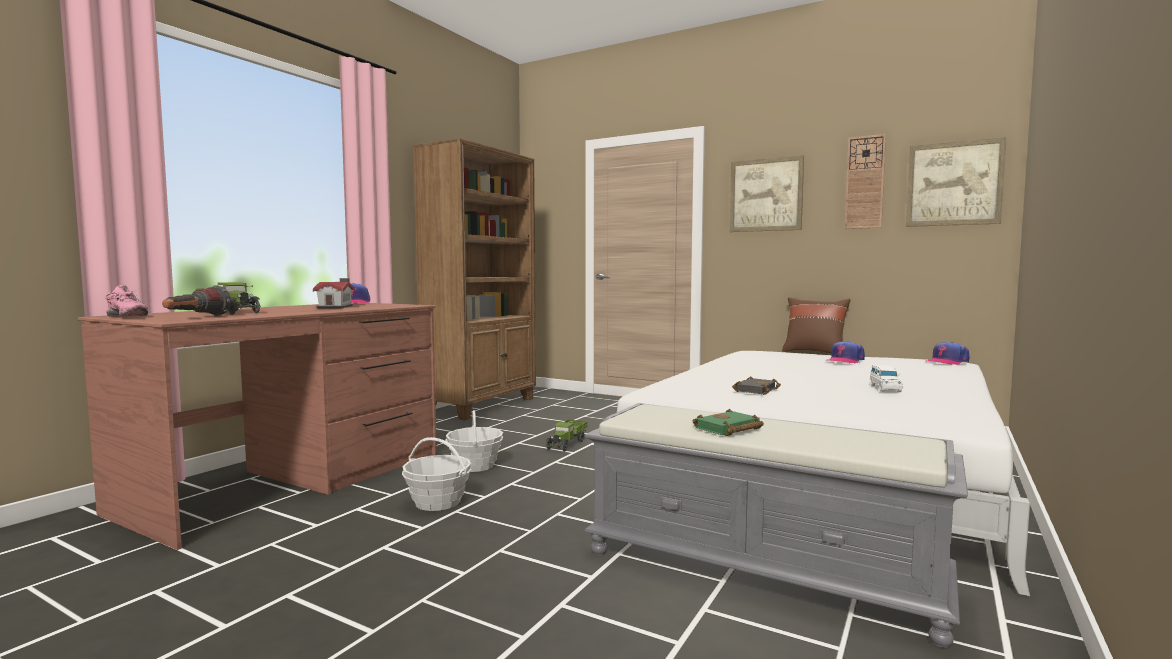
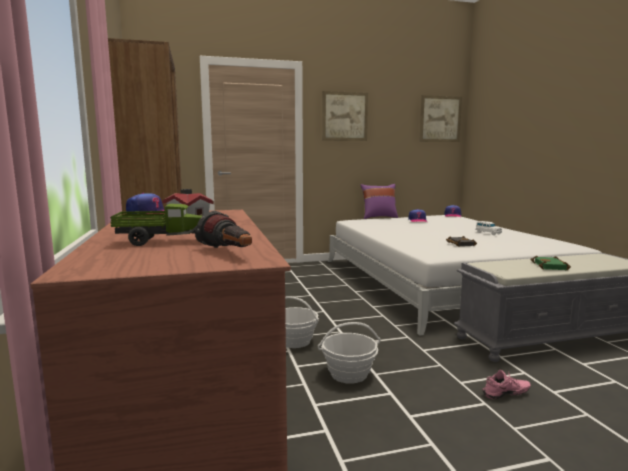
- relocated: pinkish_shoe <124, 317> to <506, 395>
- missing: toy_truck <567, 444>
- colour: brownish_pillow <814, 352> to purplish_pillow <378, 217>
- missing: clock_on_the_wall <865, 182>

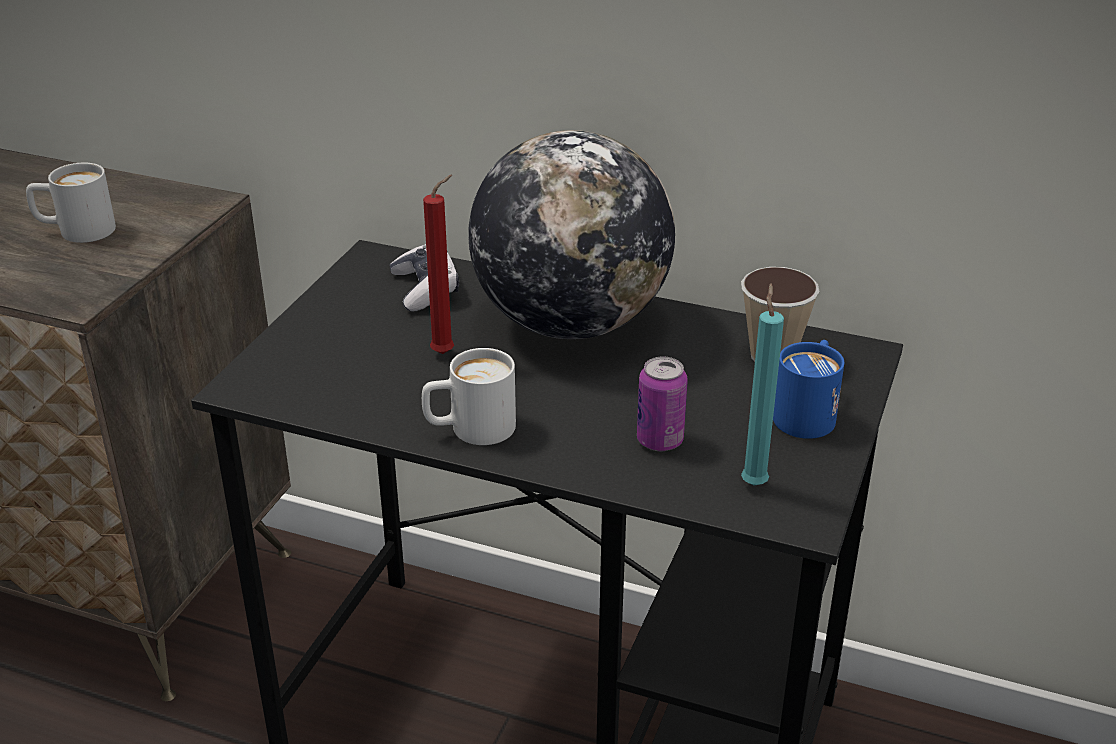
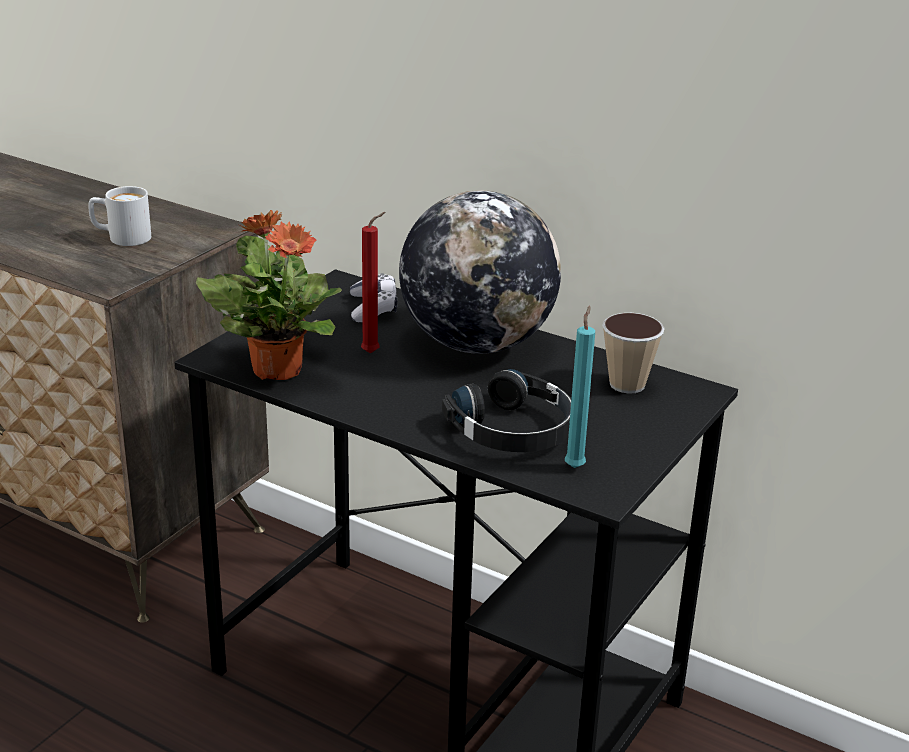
- missing: whitish_mug <469, 429>
- exchanged: sealed_can <660, 440> to black-coloured_pair_of_headphones <514, 430>
- missing: blue-coloured_mug <807, 412>
- appeared: potted_plant <276, 369>

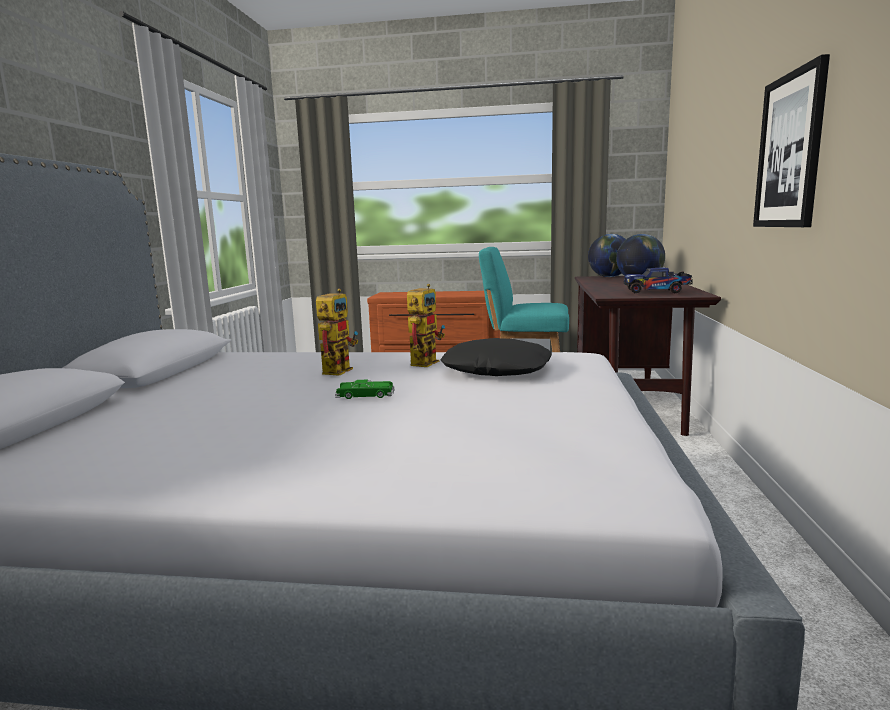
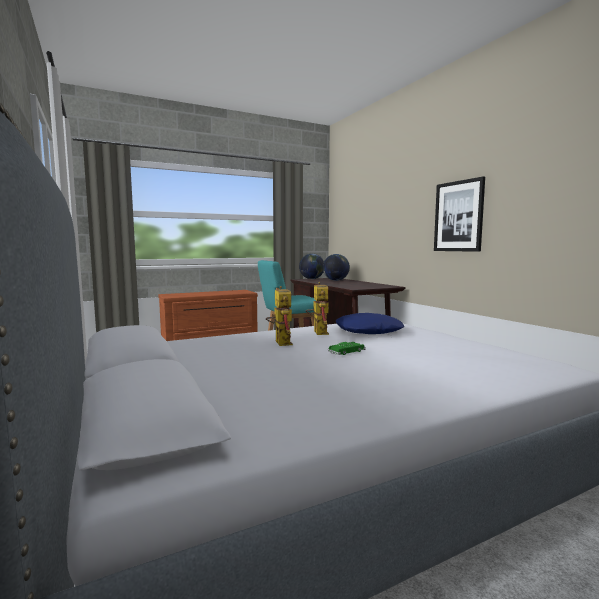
- colour: black-coloured_pillow <497, 369> to blue-coloured_pillow <368, 331>
- missing: toy_truck <657, 292>

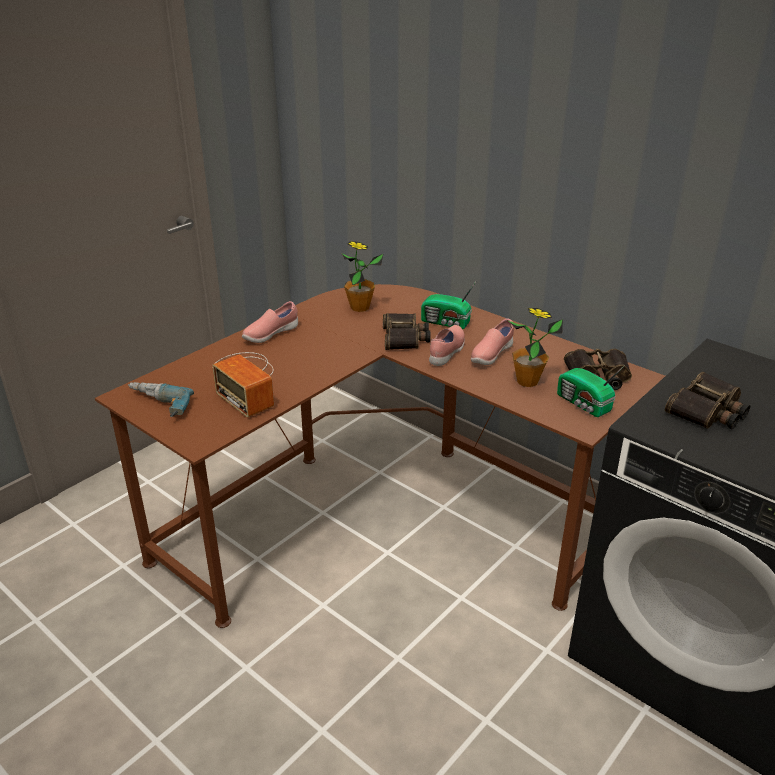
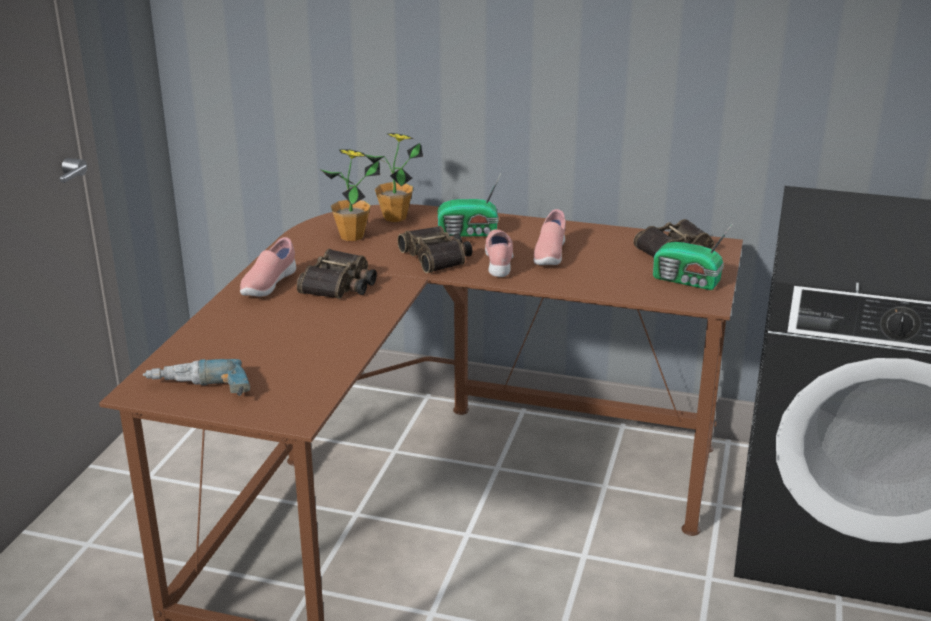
- missing: radio <246, 381>
- relocated: potted_plant <527, 381> to <395, 217>
- relocated: field_glasses <708, 411> to <340, 284>

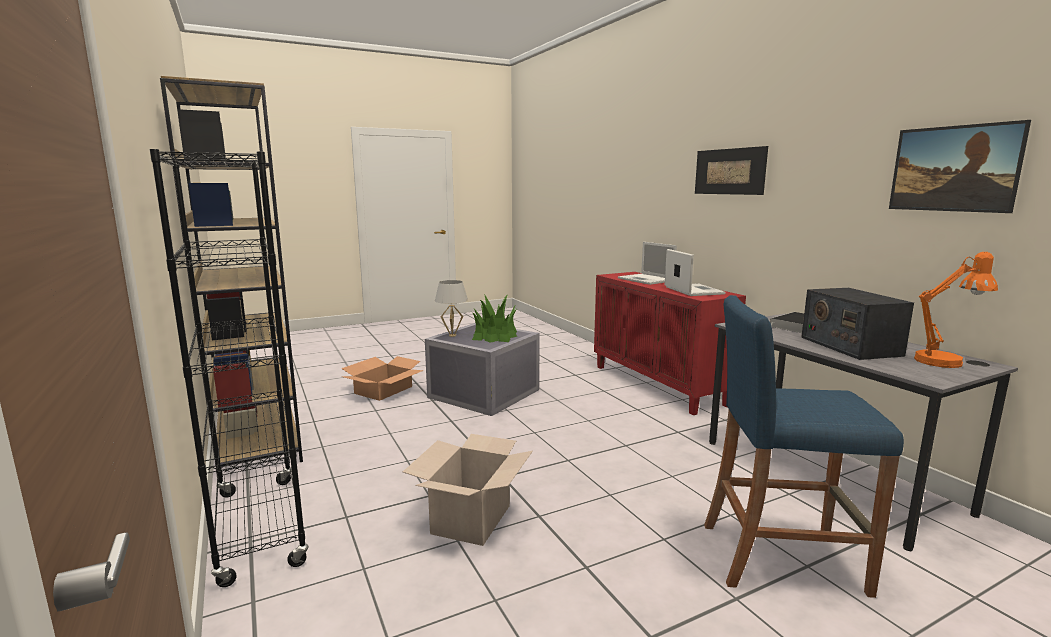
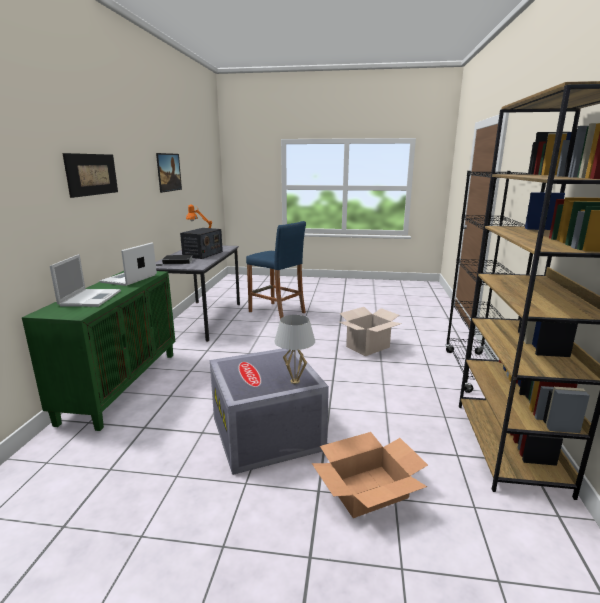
- missing: potted_plant <495, 336>
- colour: reddish_storage_cabinet <658, 385> to greenish_storage_cabinet <121, 385>

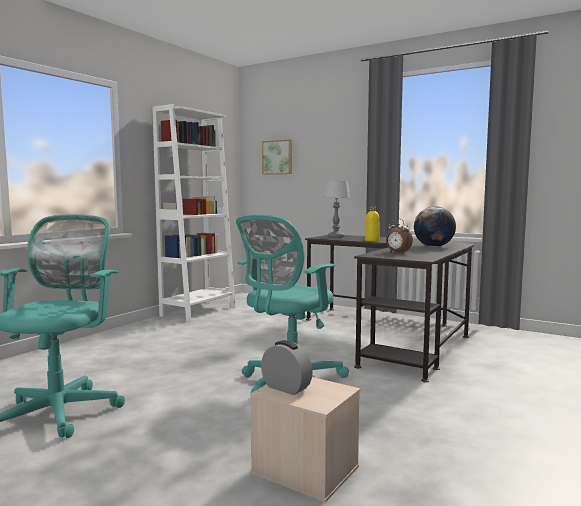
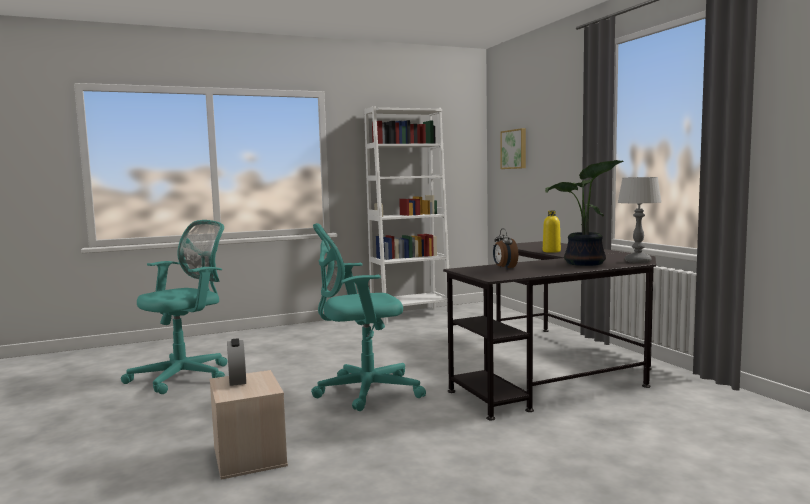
- relocated: table_lamp <335, 237> to <637, 261>
- exchanged: desk_globe <433, 246> to potted_plant <584, 263>

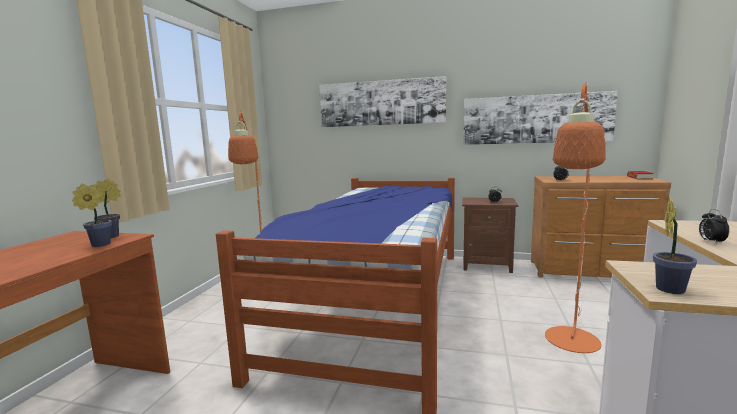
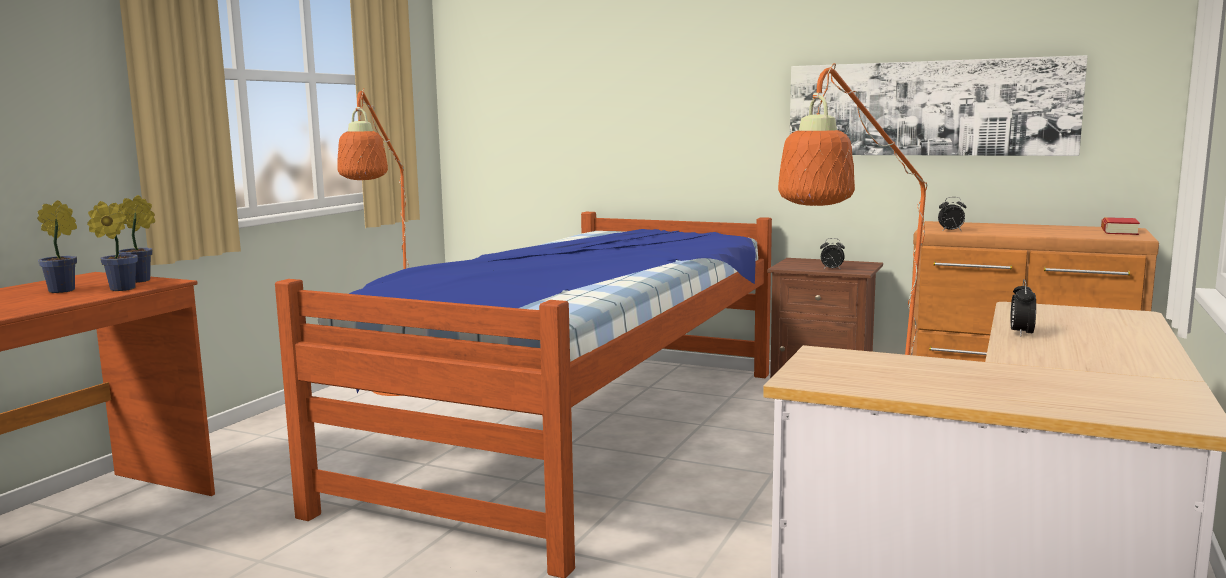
- missing: wall_picture <381, 103>
- relocated: potted_plant <669, 288> to <65, 290>

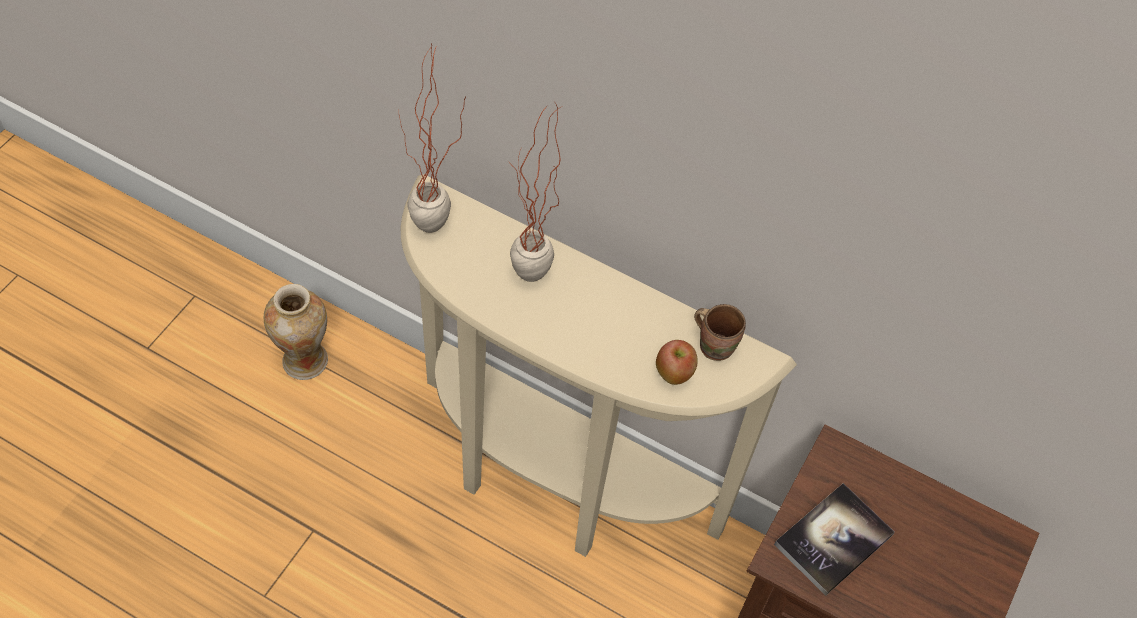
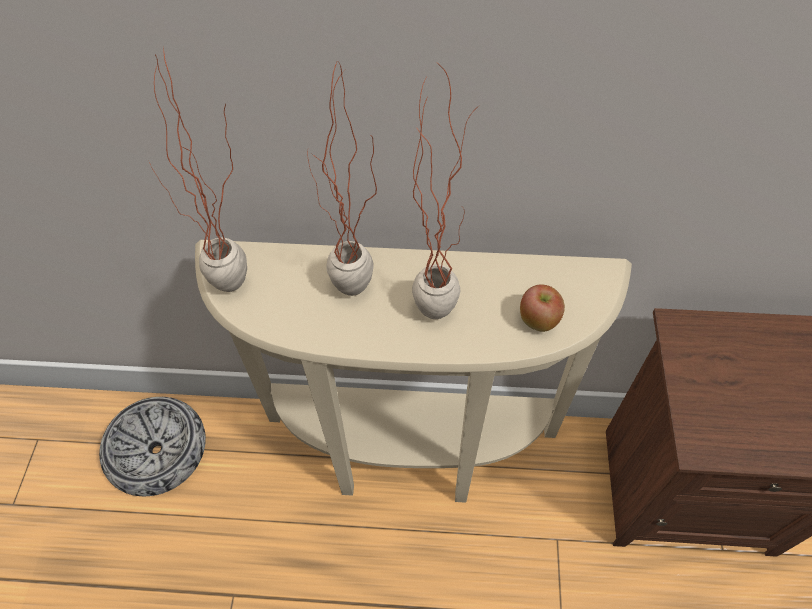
- exchanged: decorative_vase <304, 361> to serving_bowl <158, 451>
- missing: brownish_mug <715, 344>
- missing: bound_book <833, 540>
- appeared: potted_plant <437, 298>

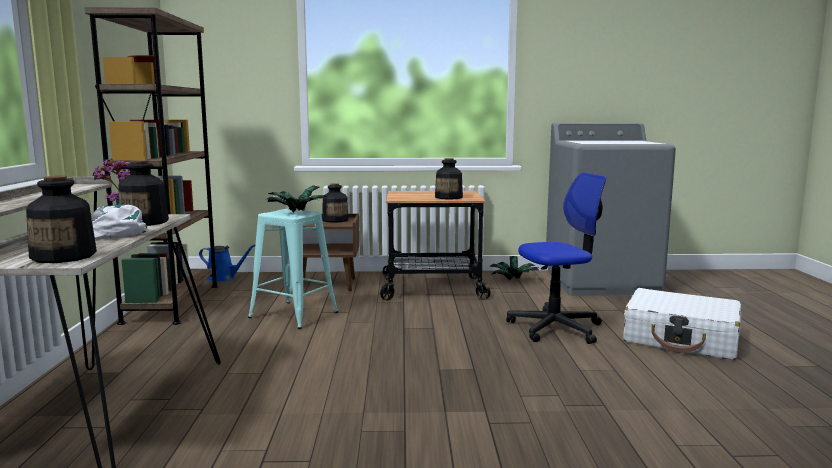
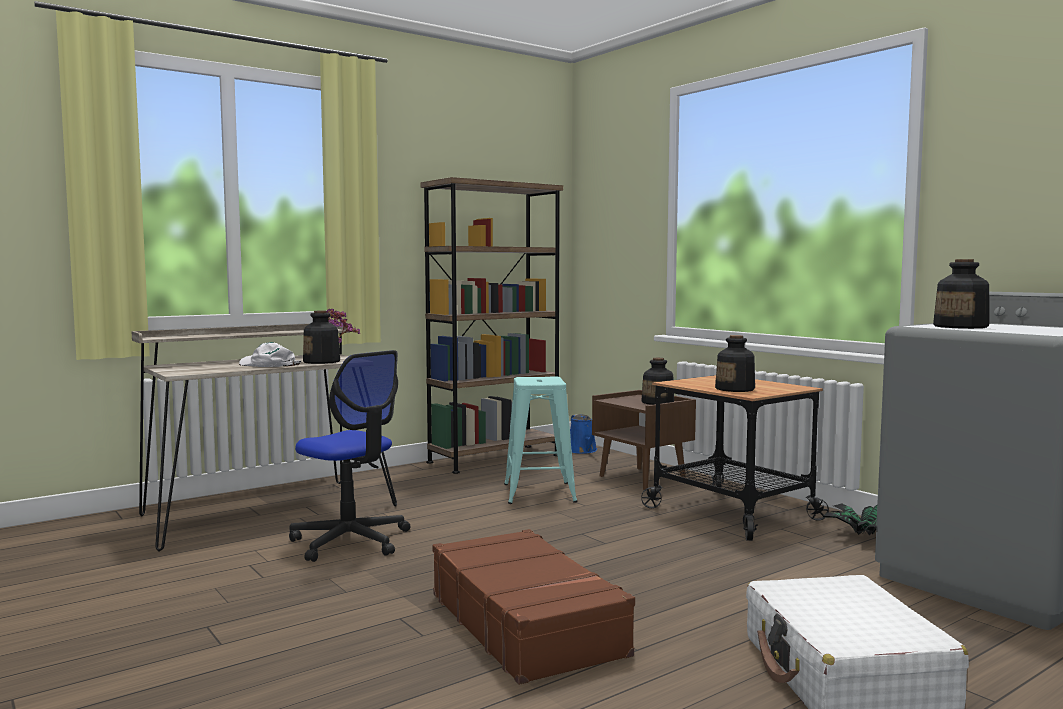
- relocated: bottle <64, 256> to <961, 326>
- missing: potted_plant <296, 213>
- relocated: office_chair <555, 328> to <350, 541>
- appeared: brownish_travel_case <526, 623>

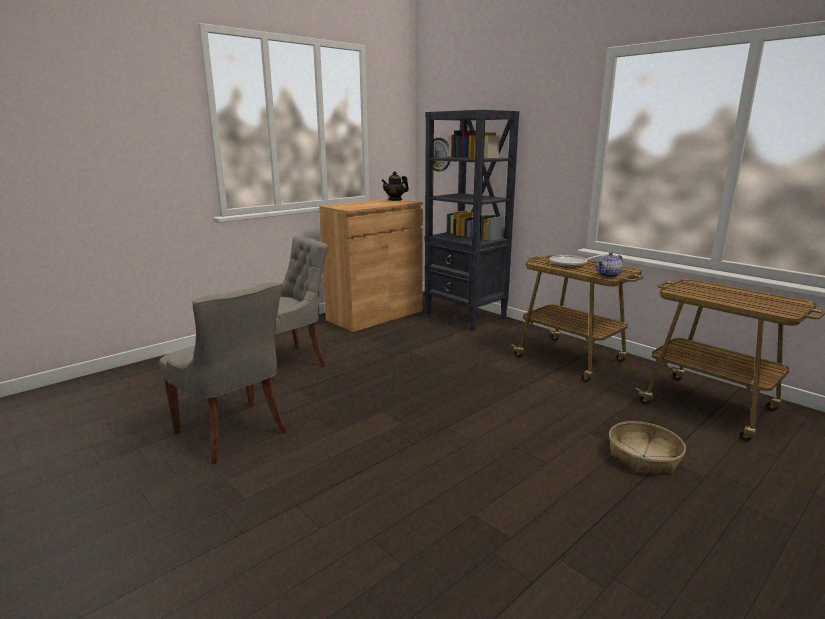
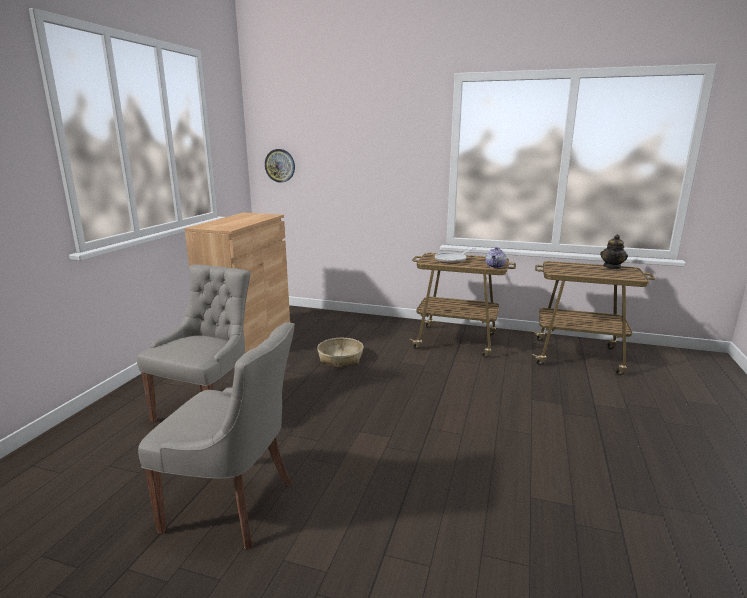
- relocated: tea_pot <395, 200> to <612, 267>
- missing: black-coloured_shelving_unit <465, 317>
- relocated: household_basket <644, 456> to <340, 358>

